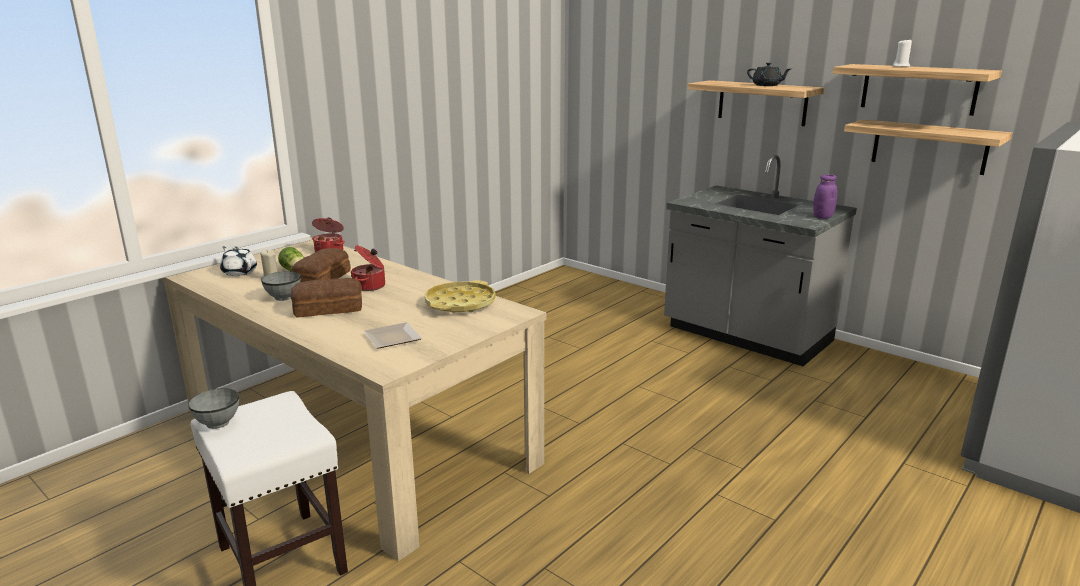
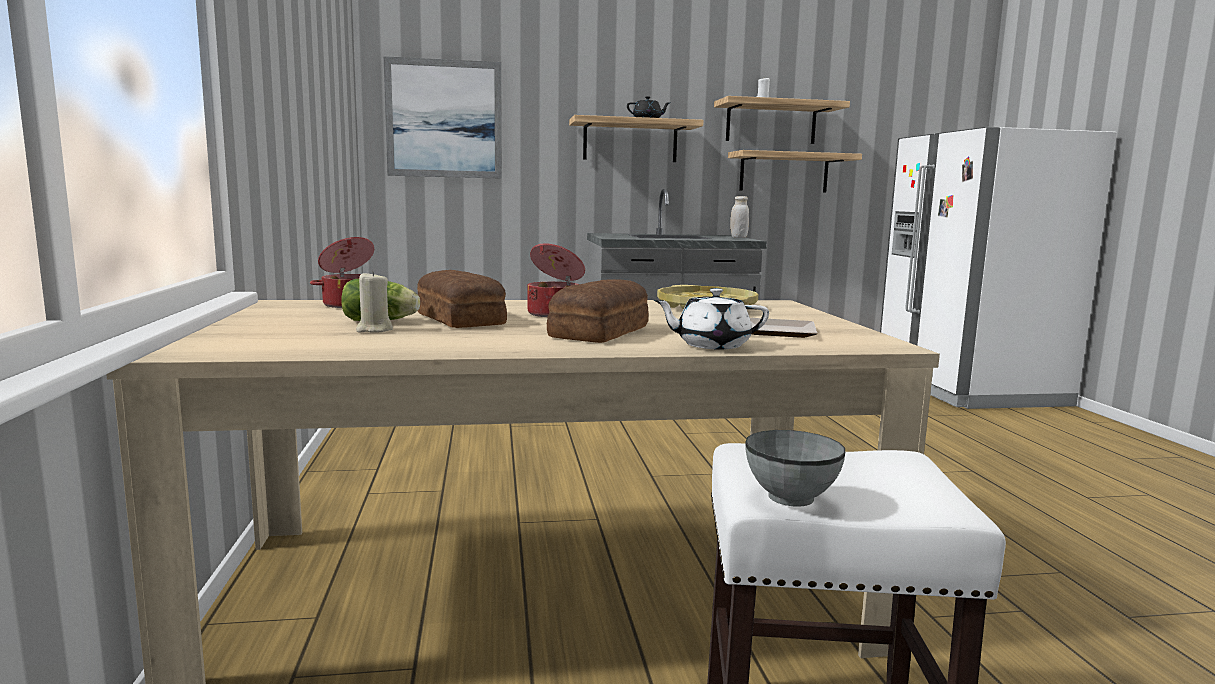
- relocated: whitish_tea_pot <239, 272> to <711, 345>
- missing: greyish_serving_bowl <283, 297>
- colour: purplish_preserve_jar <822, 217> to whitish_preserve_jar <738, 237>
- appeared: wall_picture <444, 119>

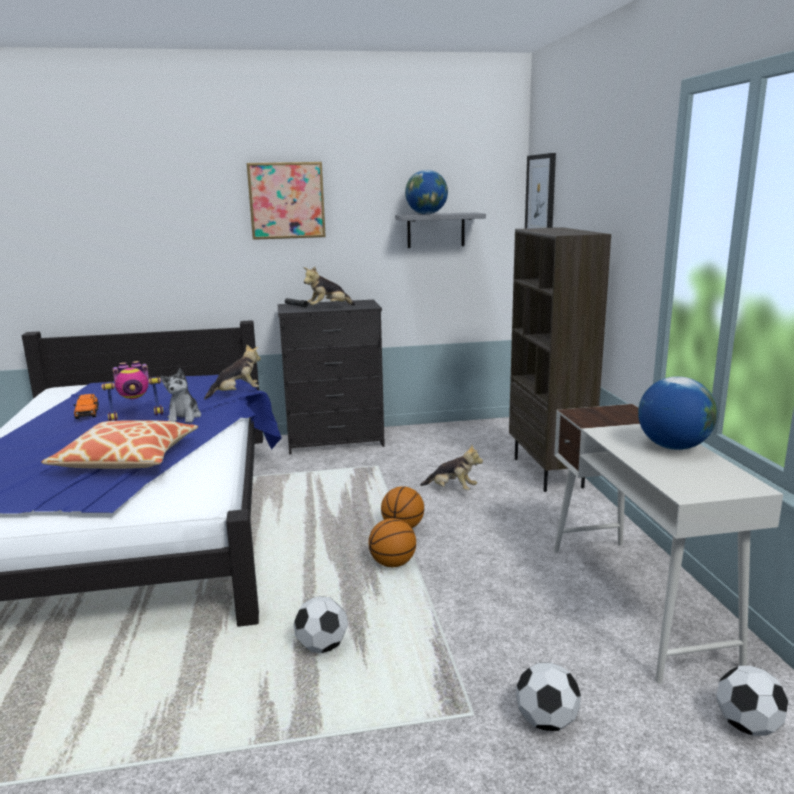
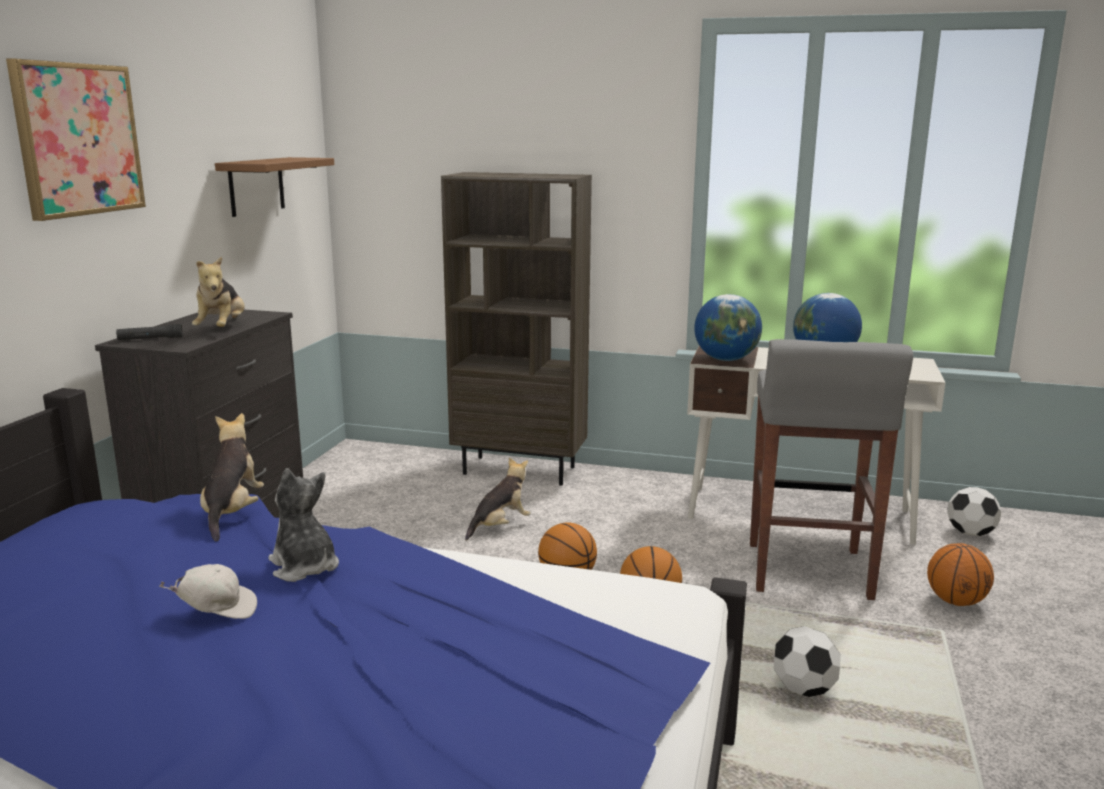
- missing: pillow <127, 459>
- missing: orange-coloured_toy_car <87, 413>
- exchanged: model_robot <136, 415> to whitish_peaked_cap <217, 611>
- spun: soft_toy <184, 417> = <304, 567> 150 degrees counterclockwise
- colour: greyish_shelf <436, 230> to brownish_shelf <256, 186>
- relocated: desk_globe <426, 214> to <726, 359>
- exchanged: football <546, 721> to basketball_ball <955, 601>
- missing: wall_picture <541, 196>
- appeared: greyish_stool_seat <808, 572>

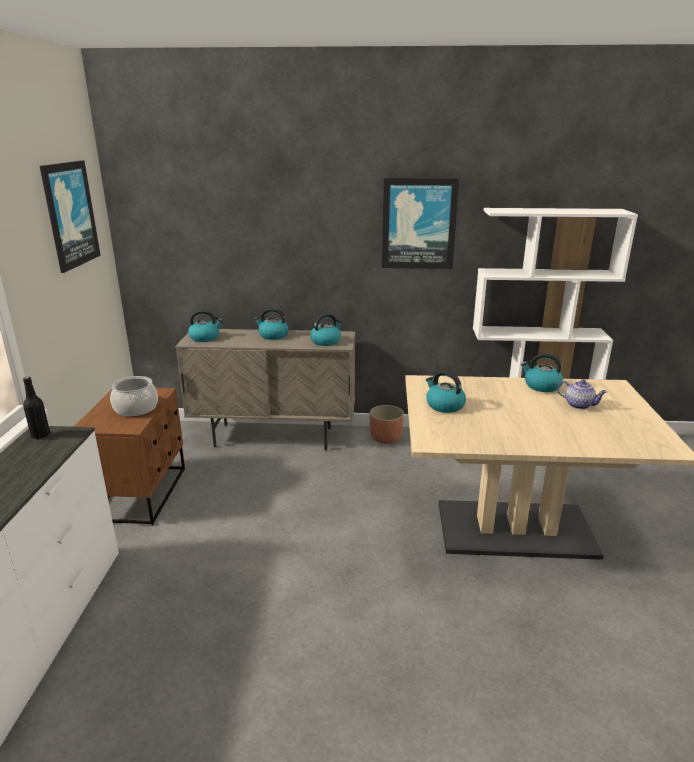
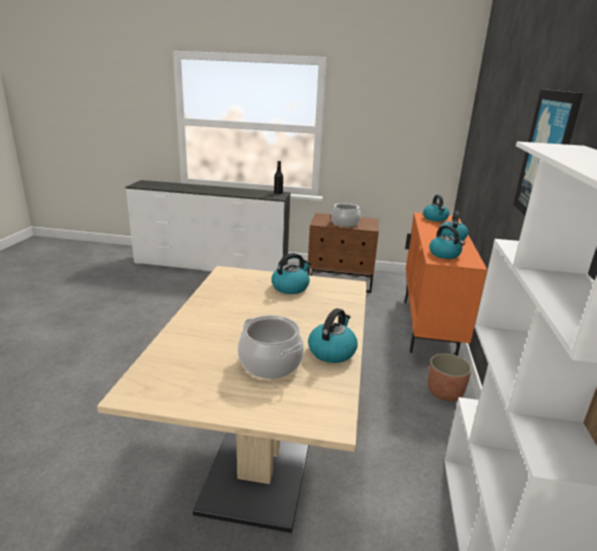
- missing: wall_picture <70, 215>
- colour: beige_storage_cabinet <274, 437> to orange-coloured_storage_cabinet <428, 328>
- exchanged: tea_pot <579, 405> to stockpot <271, 363>

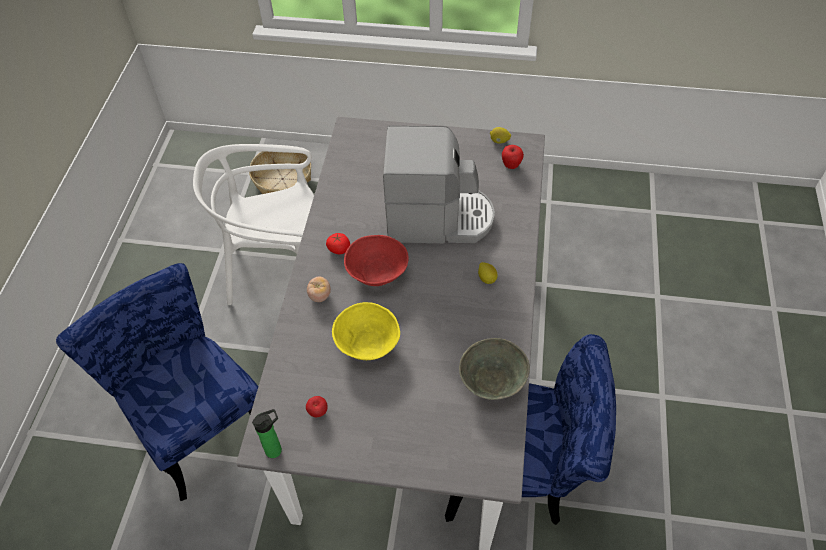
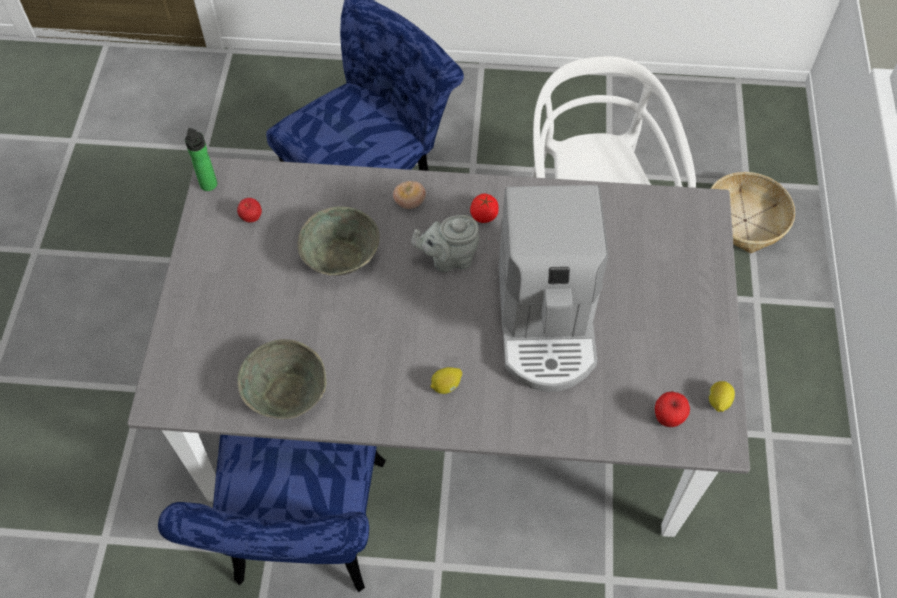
- colour: yellowish_serving_bowl <368, 343> to greyish_serving_bowl <342, 257>
- exchanged: reddish_serving_bowl <377, 272> to greyish_tea_pot <449, 258>

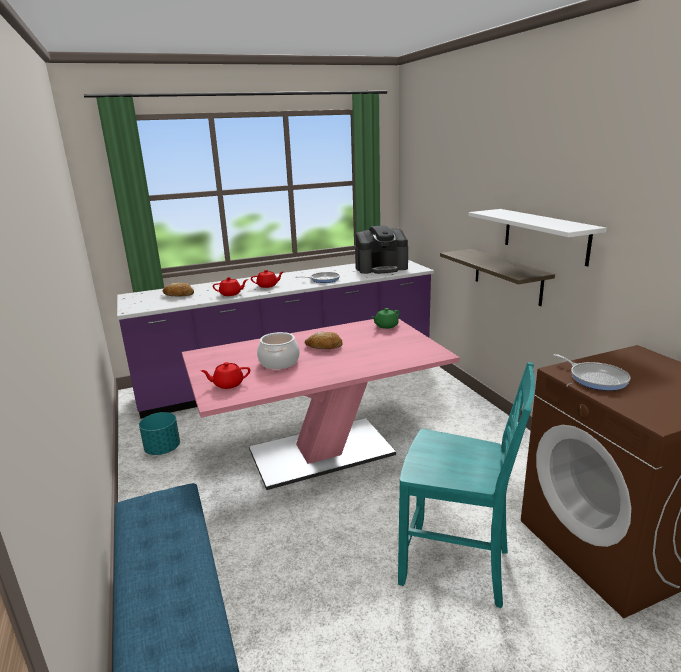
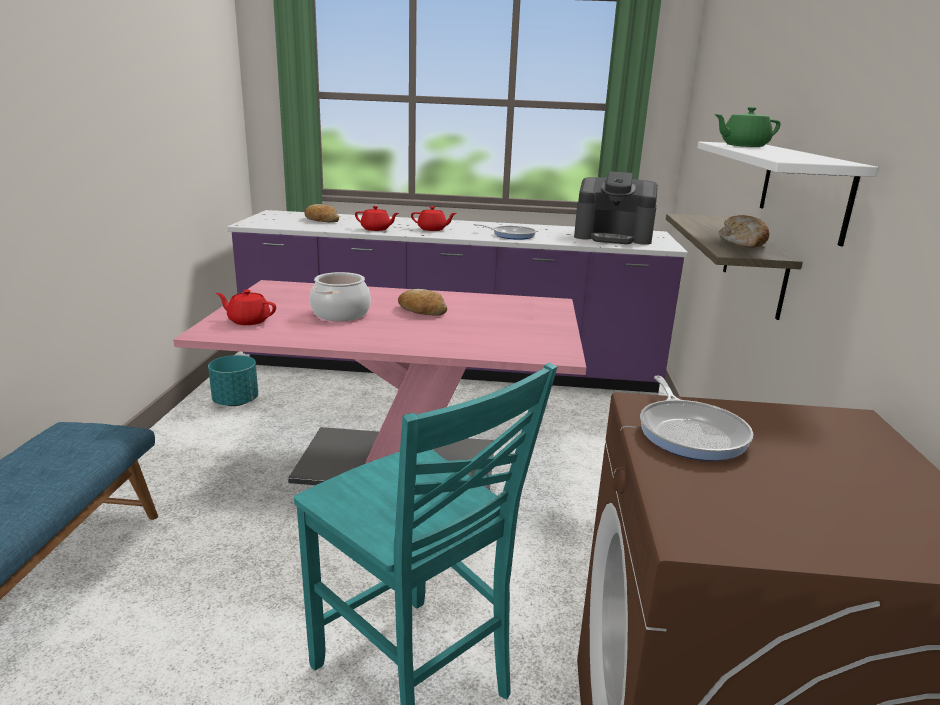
- relocated: greenish_tea_pot <386, 326> to <743, 146>
- appeared: bread <743, 243>

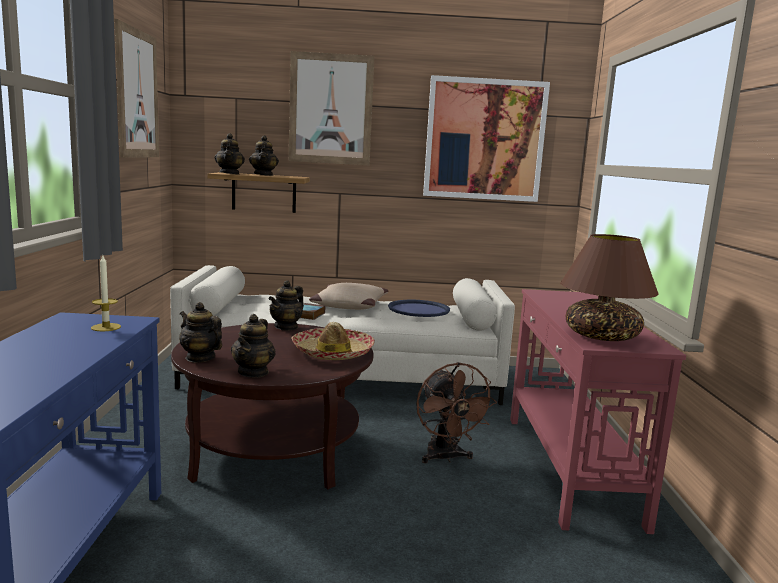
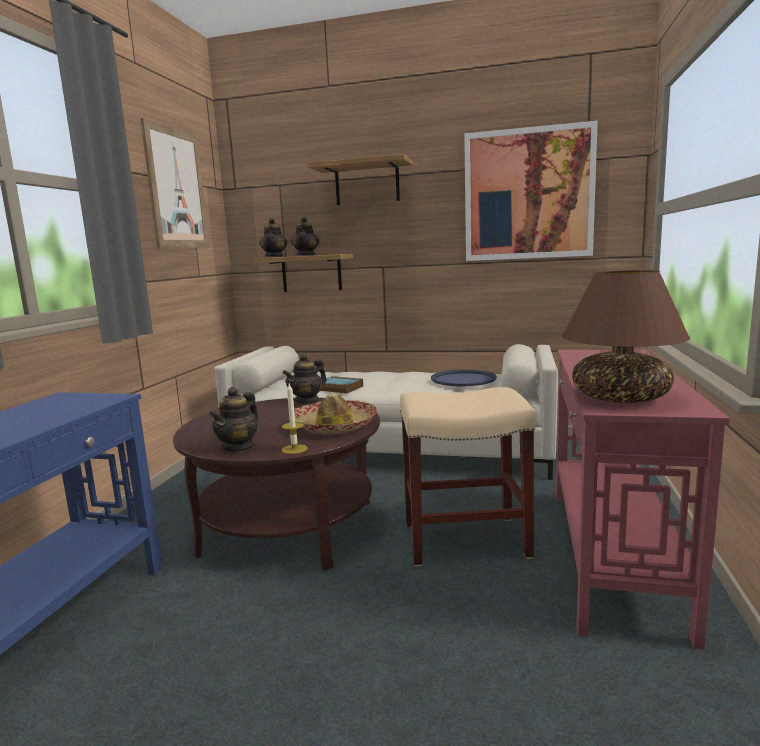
- relocated: candle <106, 327> to <294, 449>
- missing: tea_pot <200, 358>
- exchanged: wall_picture <331, 109> to shelf <367, 183>
- missing: beige_pillow <349, 305>
- exchanged: brownish_electric_fan <446, 458> to beige_stool_seat <466, 539>

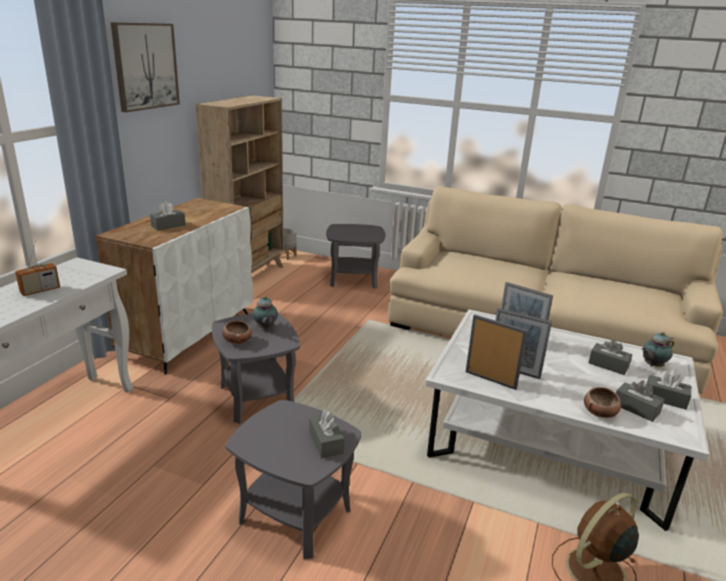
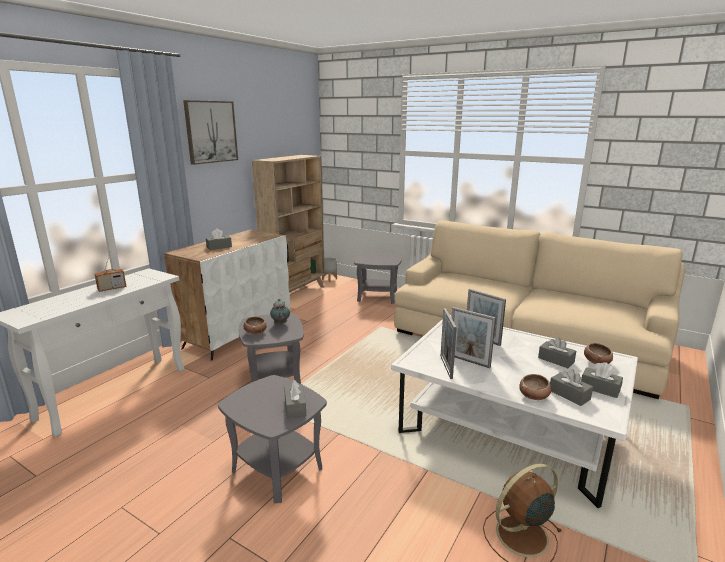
- spun: picture_frame <490, 380> = <446, 367> 135 degrees counterclockwise
- exchanged: tea_pot <652, 365> to serving_bowl <596, 362>

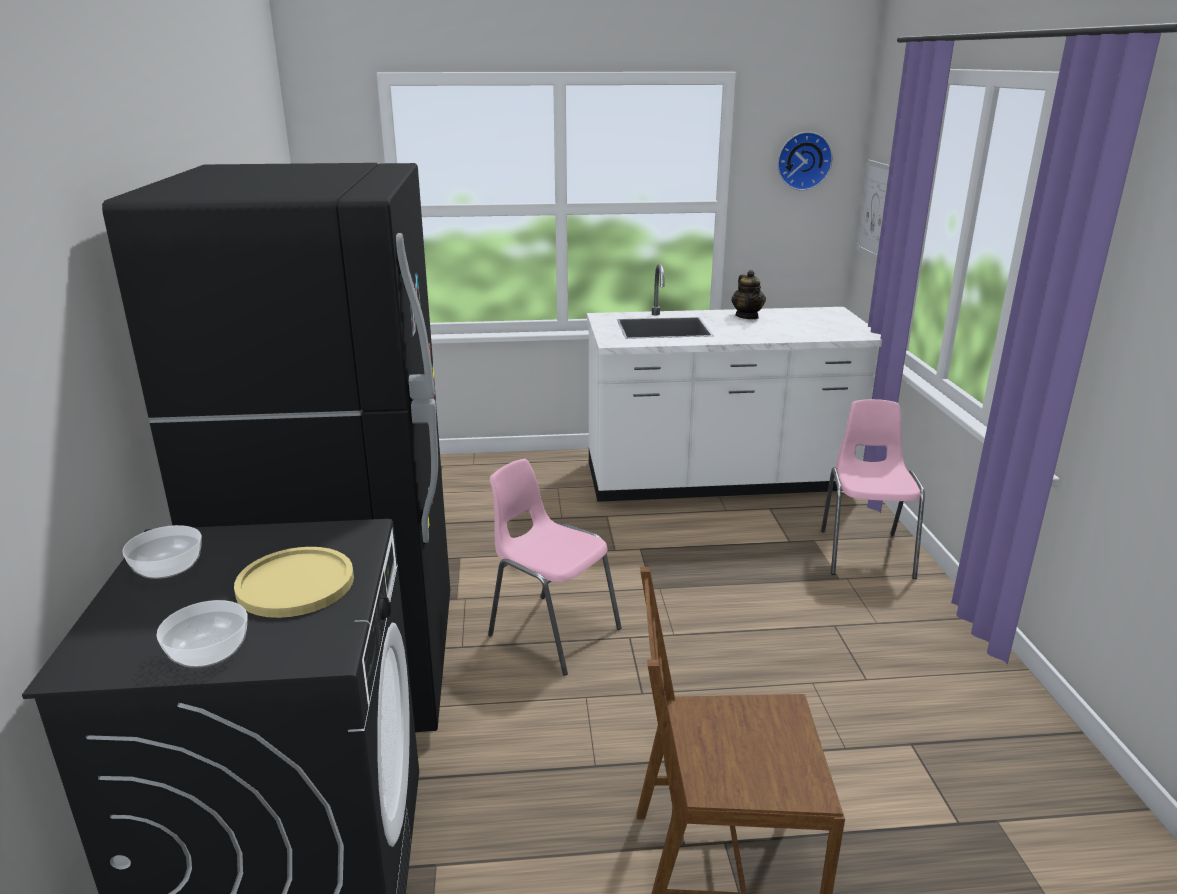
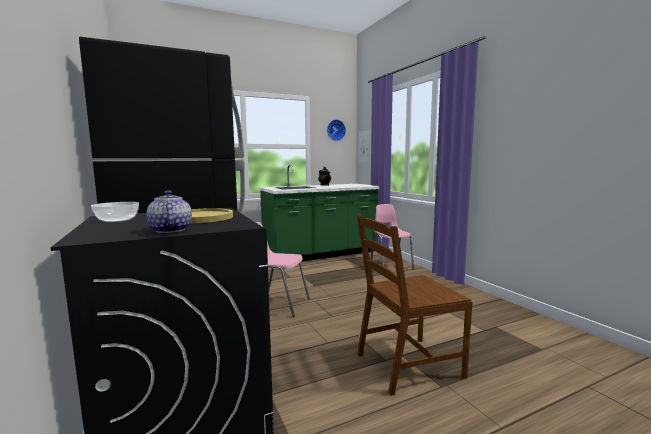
- exchanged: serving_bowl <207, 651> to tea_pot <170, 230>
- colour: whitish_kitchen_counter <720, 480> to greenish_kitchen_counter <321, 254>

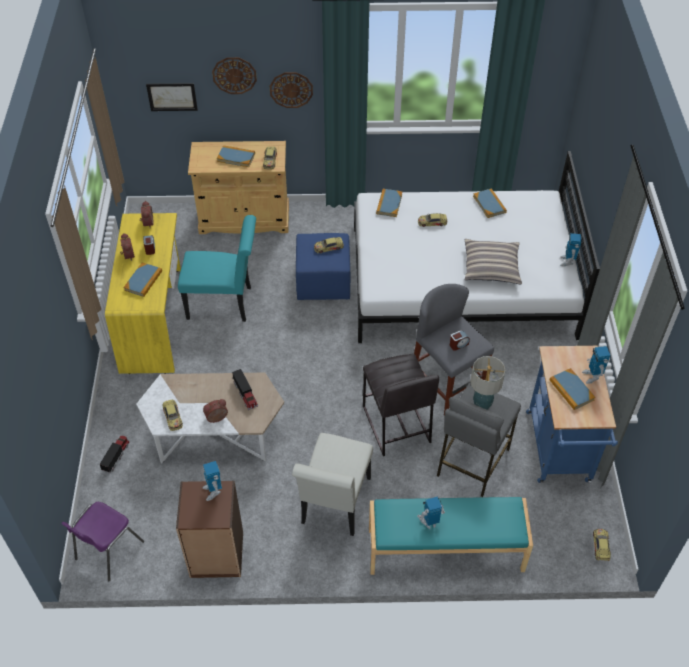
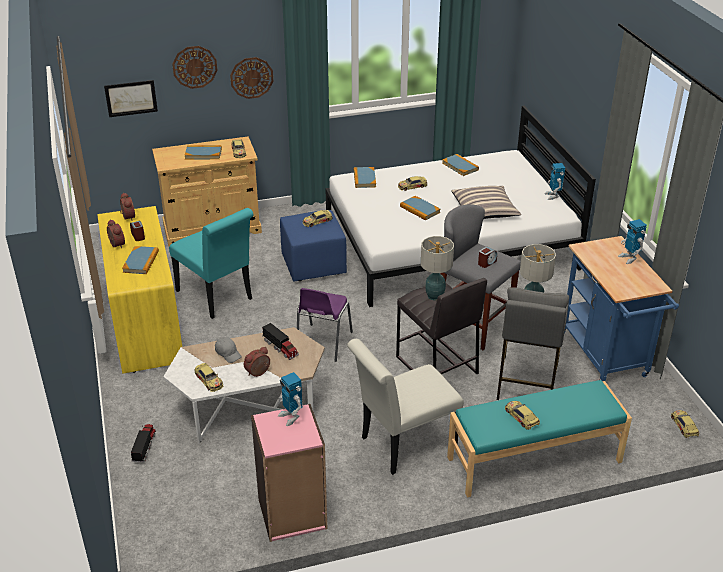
- relocated: purplish_plain_chair <107, 551> to <323, 344>
- colour: brownish_shelving_unit <216, 555> to pinkish_shelving_unit <292, 514>
- spun: turquoise-coloured_plain_chair <224, 303> = <217, 297> 60 degrees clockwise
- spun: whitish_plain_chair <334, 505> = <403, 444> 60 degrees clockwise
- exchanged: model_robot <429, 522> to toy_car <521, 417>
- relocated: bound_book <571, 390> to <420, 209>
- appeared: greyish_peaked_cap <228, 353>
- appeared: table_lamp <434, 295>

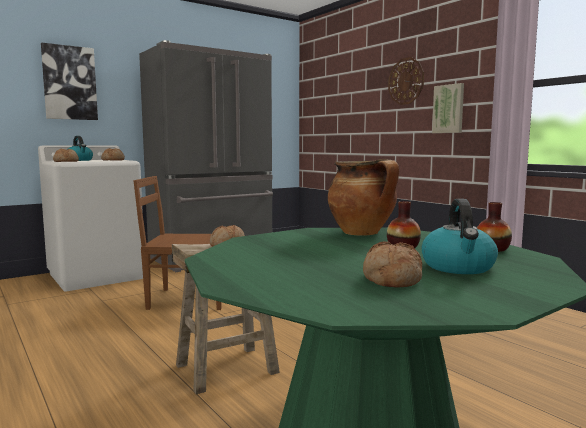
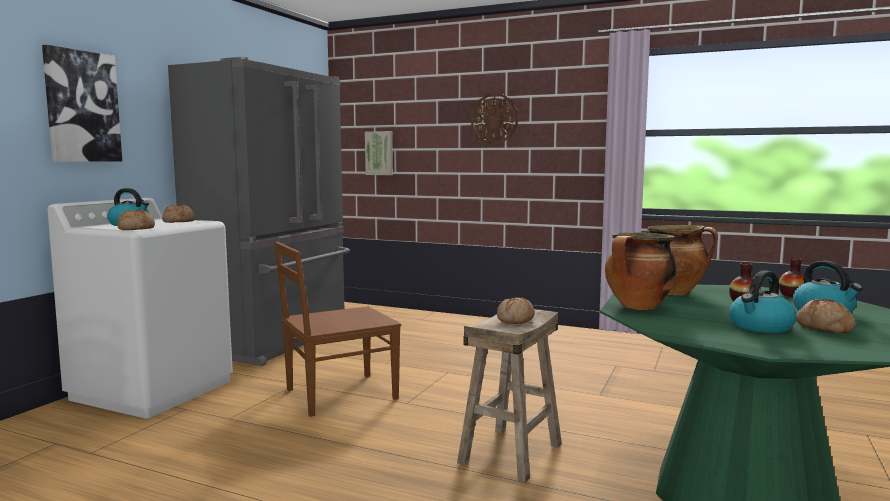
- relocated: wall_picture <449, 109> to <379, 153>
- appeared: stockpot <638, 307>
- appeared: kettle <760, 327>

